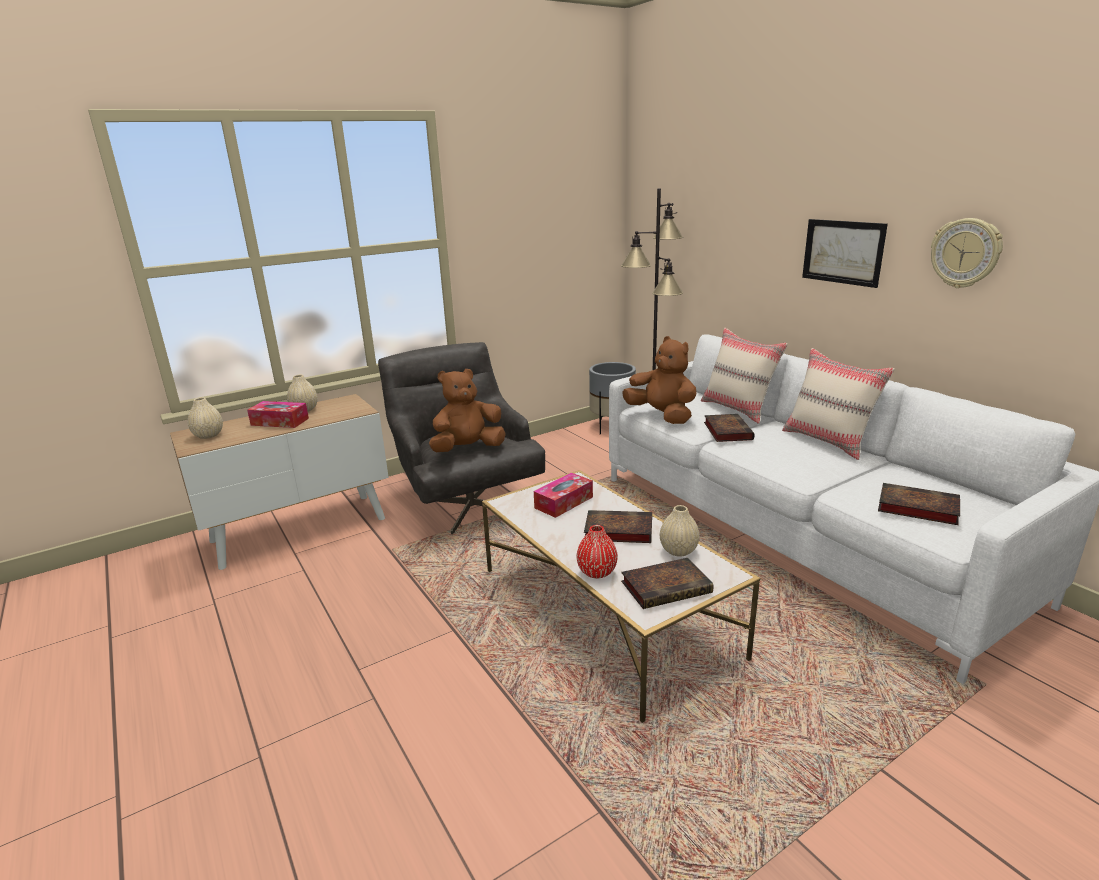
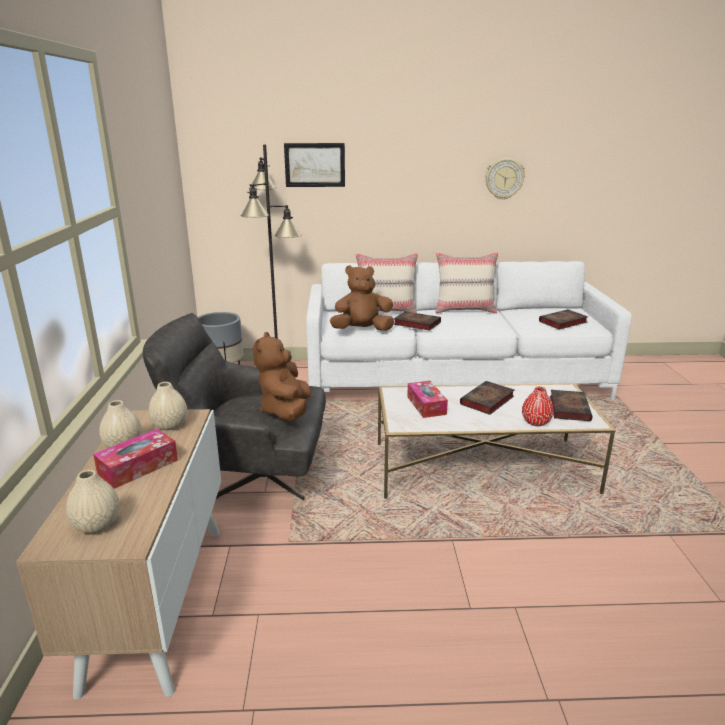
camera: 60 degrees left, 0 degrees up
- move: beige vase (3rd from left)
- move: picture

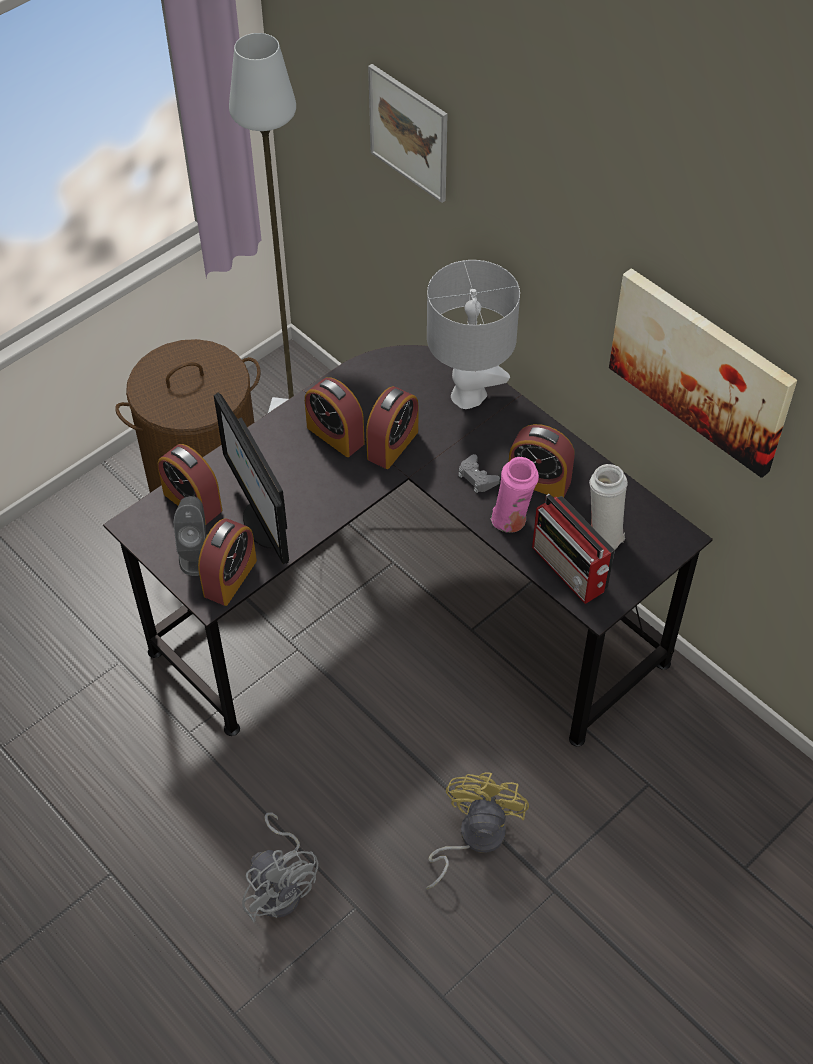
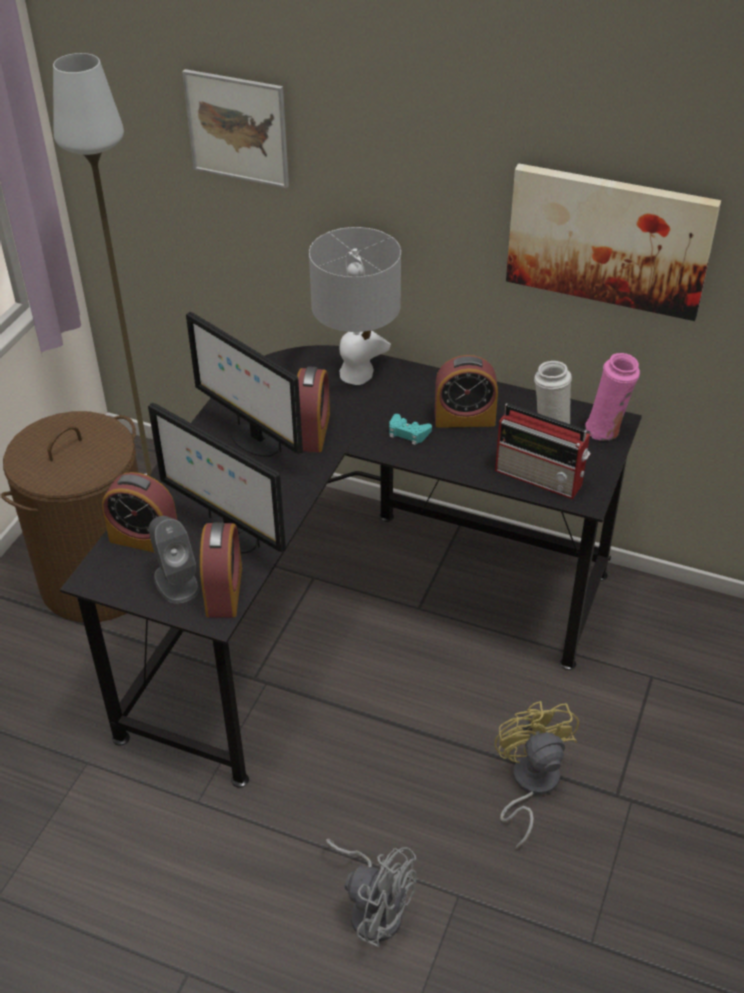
camera: 25 degrees left, 10 degrees down
- replace: alarm clock (3rd from left) to monitor (2nd from left)
- recolor: grey game controller to turquoise game controller
- move: pink vase

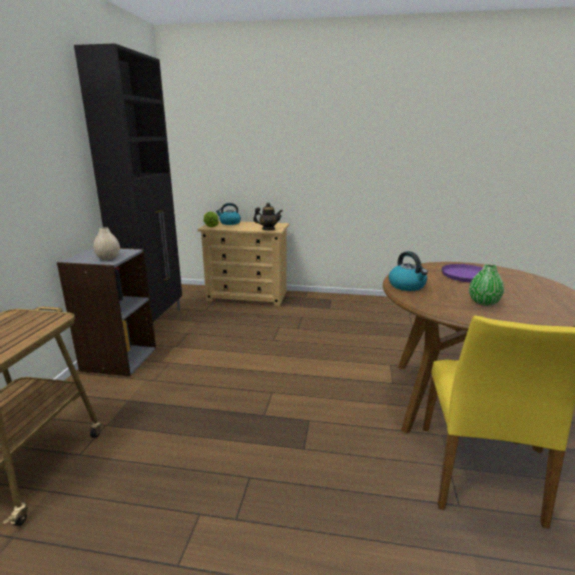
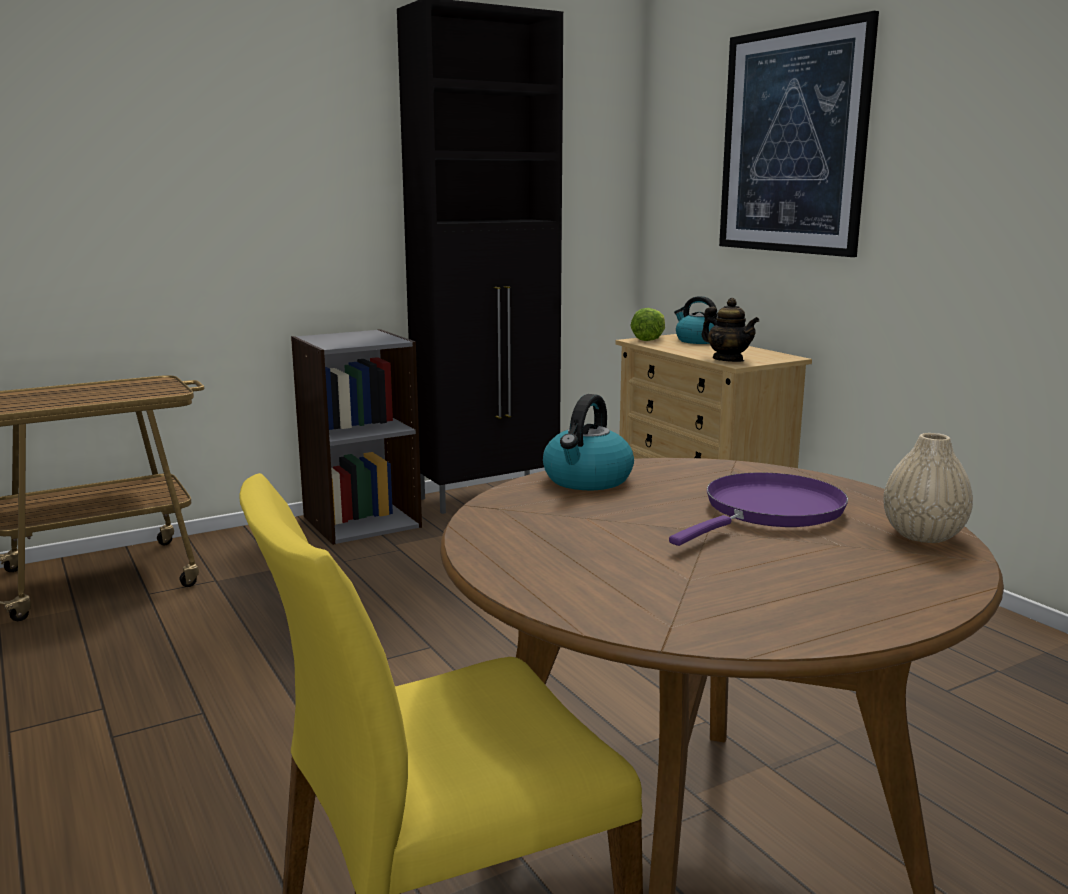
camera: 50 degrees right, 5 degrees down
- move: beige vase
- delete: green vase
- insert: picture

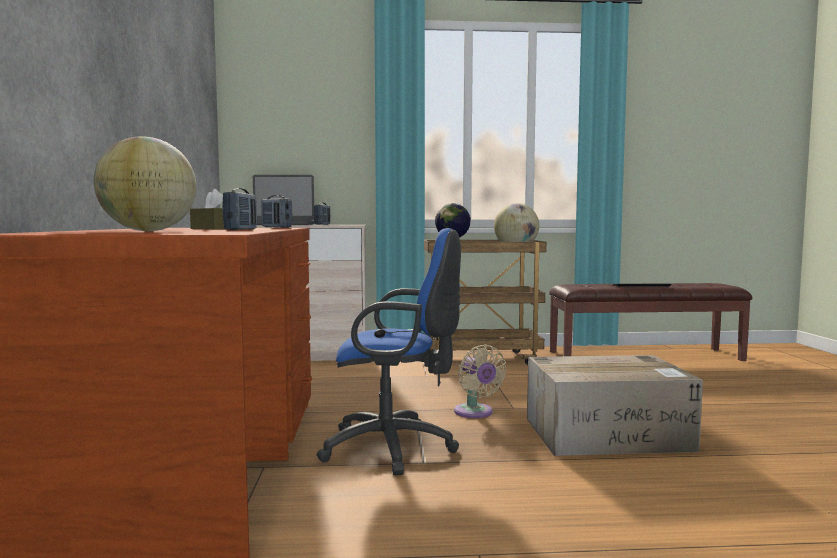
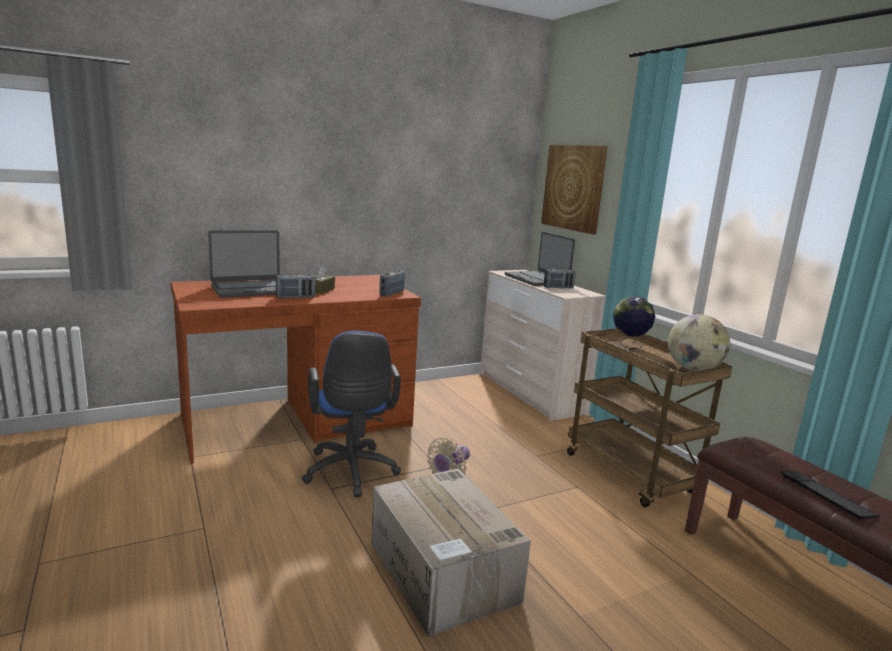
camera: 65 degrees right, 10 degrees up
- replace: globe (1st from left) to laptop (1st from left)
- insert: picture

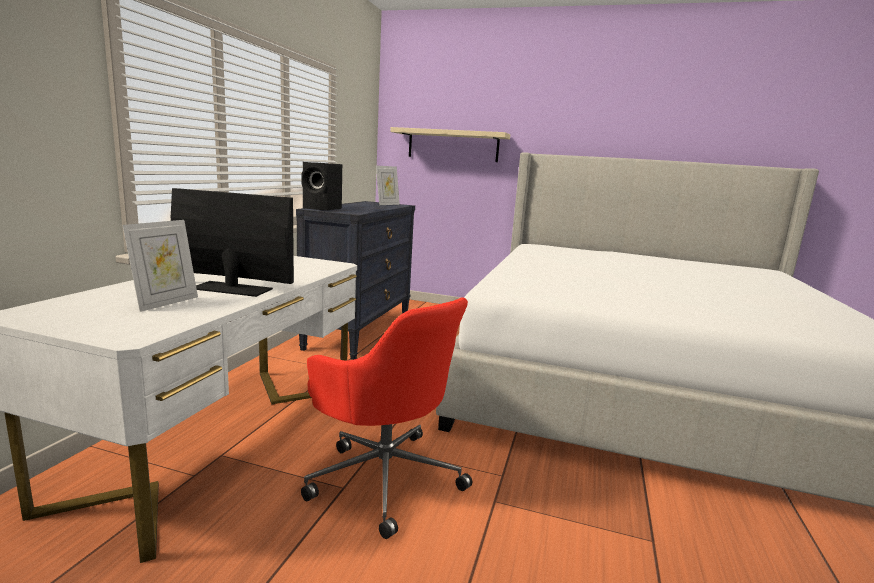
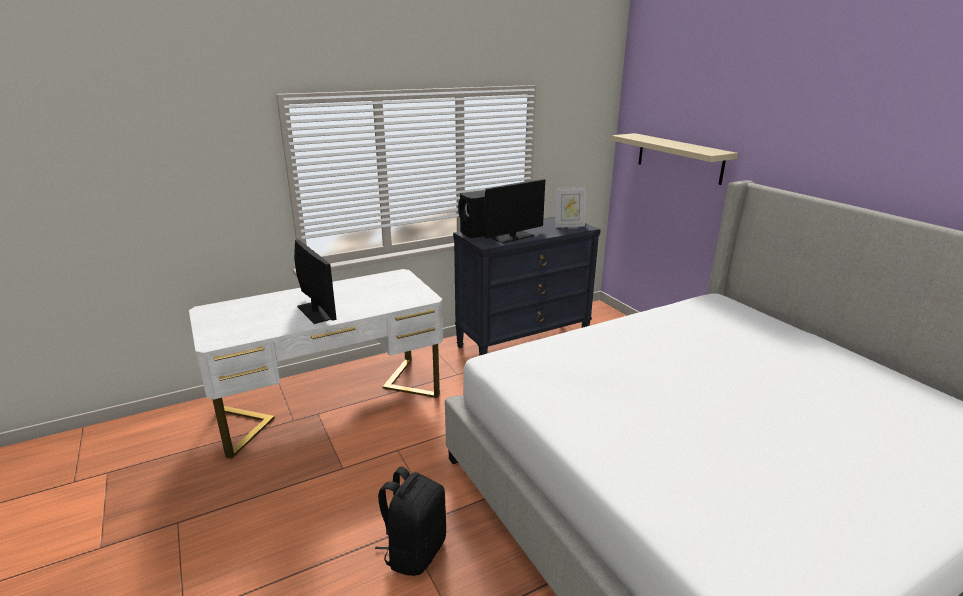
camera: 45 degrees right, 10 degrees up
- delete: picture frame (1st from left)
- delete: red office chair
- insert: black backpack
- insert: monitor (2nd from left)

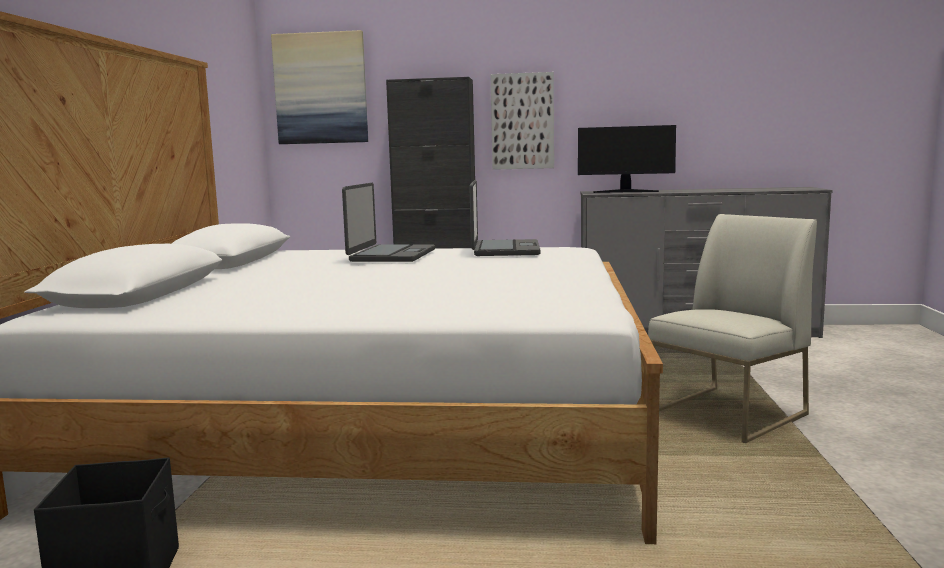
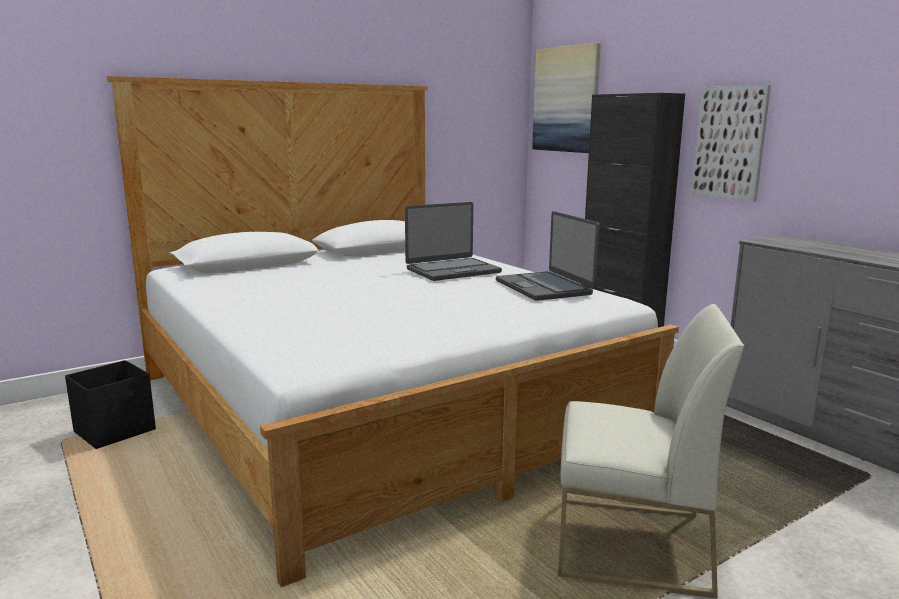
camera: 50 degrees right, 5 degrees up
- rotate: laptop (2nd from left) 105 degrees clockwise
- delete: monitor

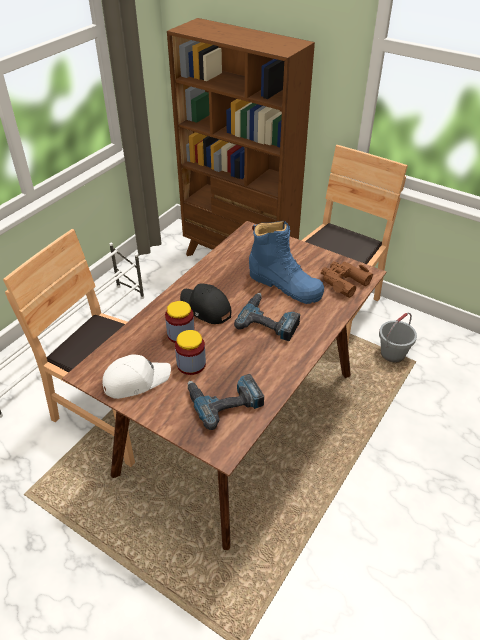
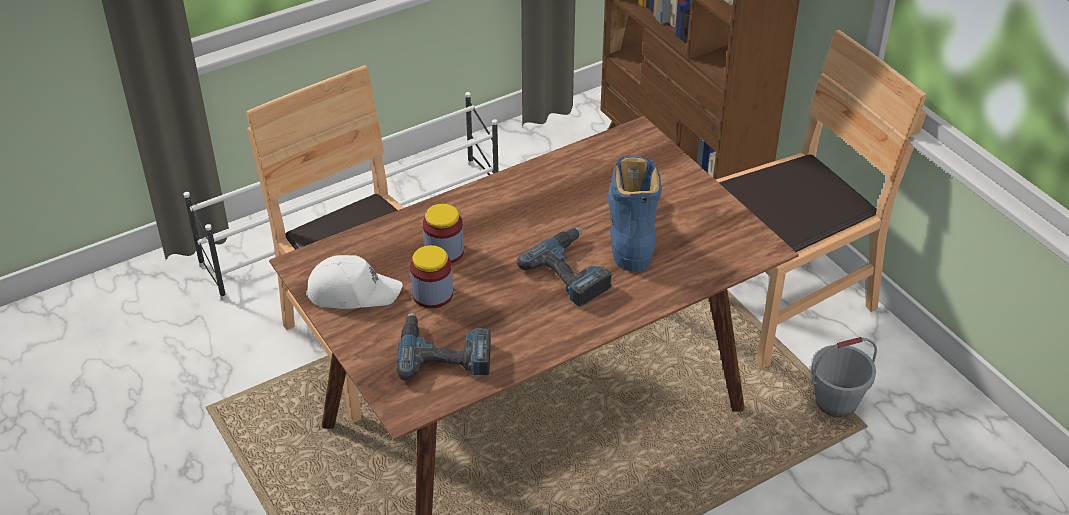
camera: 25 degrees right, 0 degrees up
- delete: black cap
- rotate: blue boot 150 degrees counterclockwise
- delete: brown binoculars

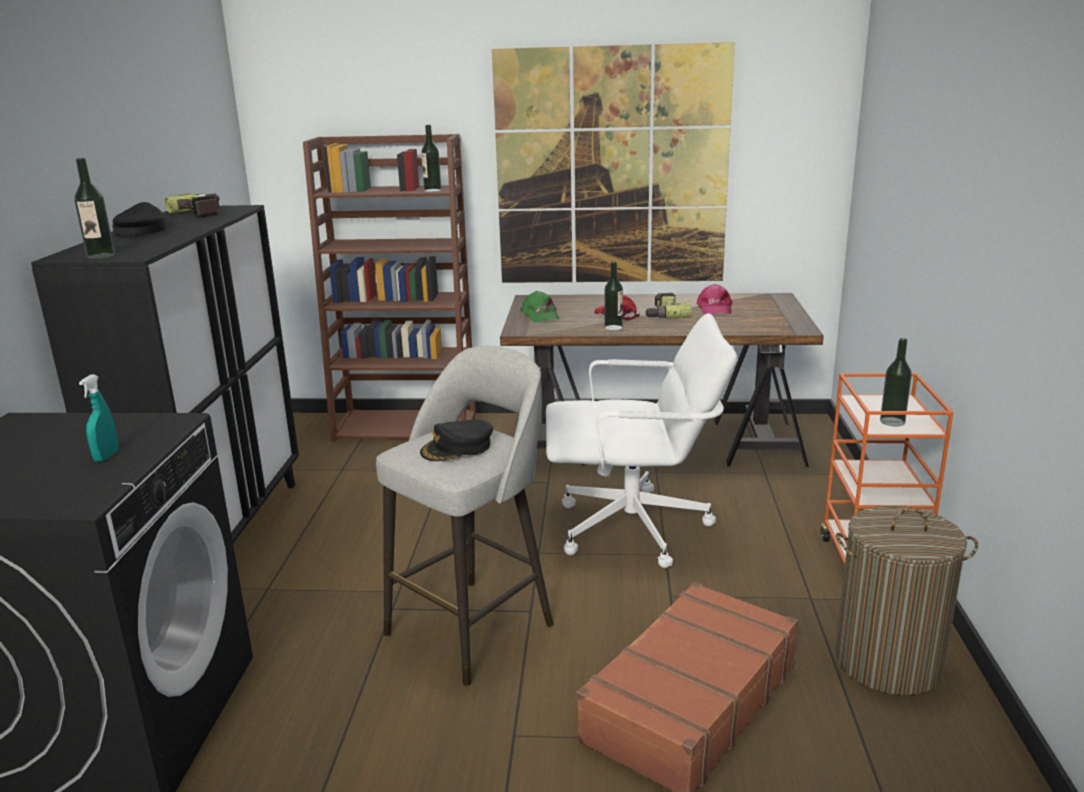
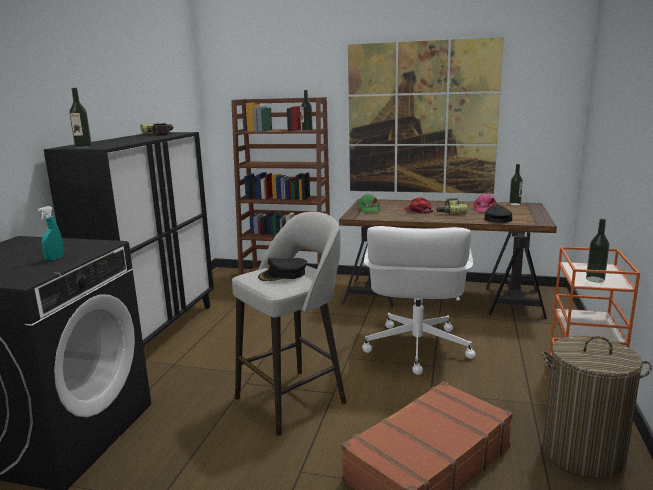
camera: 10 degrees right, 5 degrees down
- move: black cap (1st from left in the first image) to black cap (2nd from left)
- rotate: white office chair 90 degrees clockwise
- move: bottle (3rd from left)

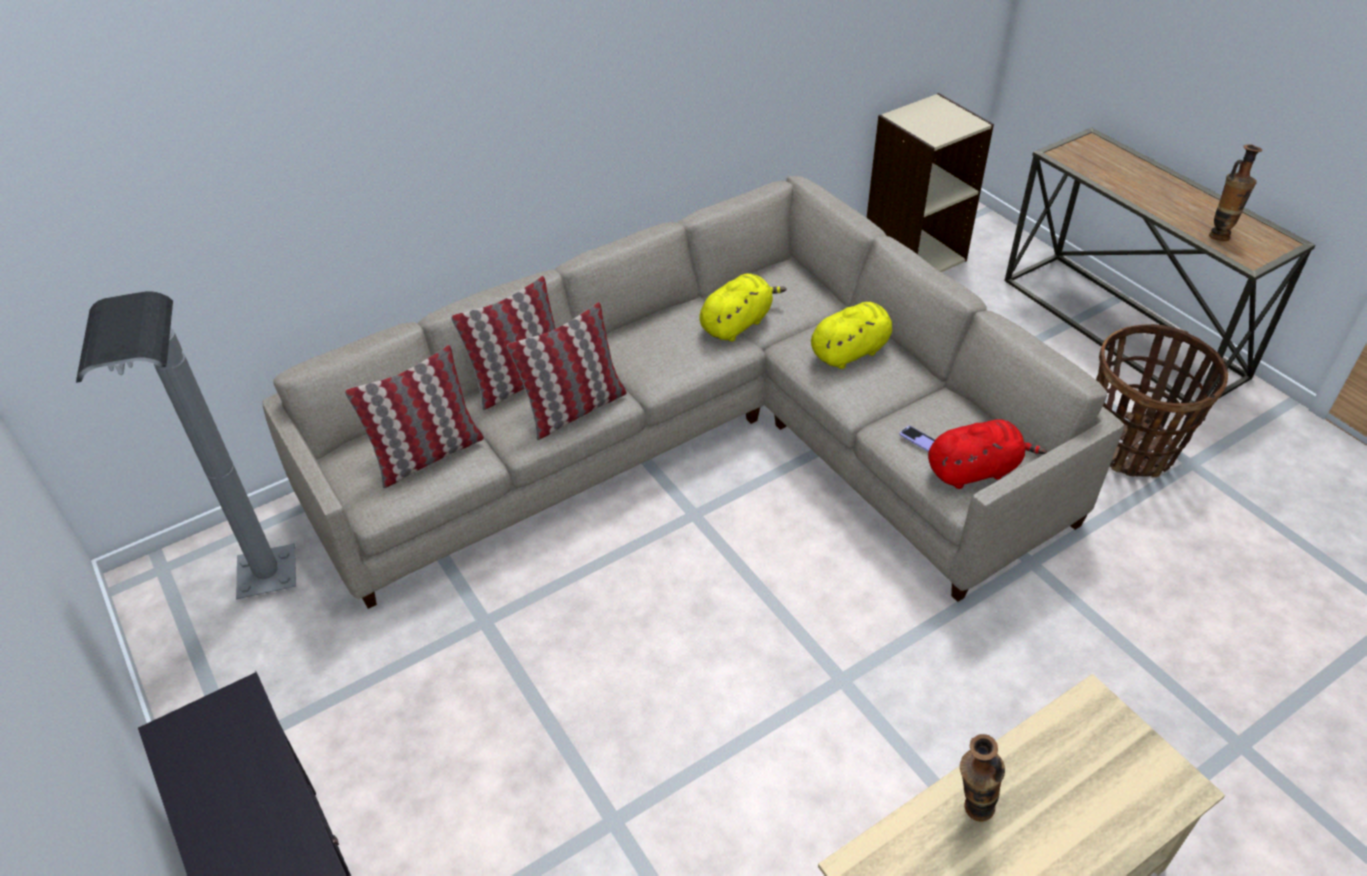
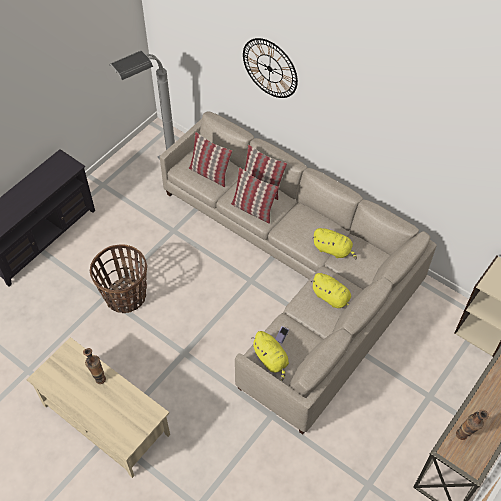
camera: 70 degrees right, 10 degrees up
- recolor: red plush toy to yellow plush toy (1st from left)
- move: basket
- insert: wall clock

